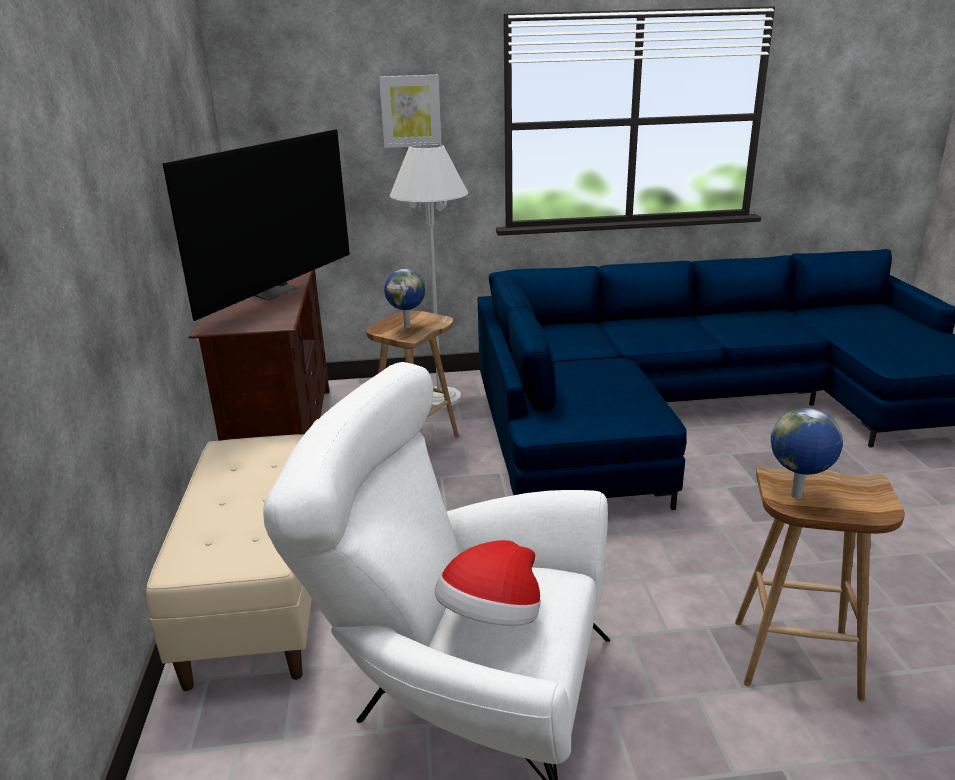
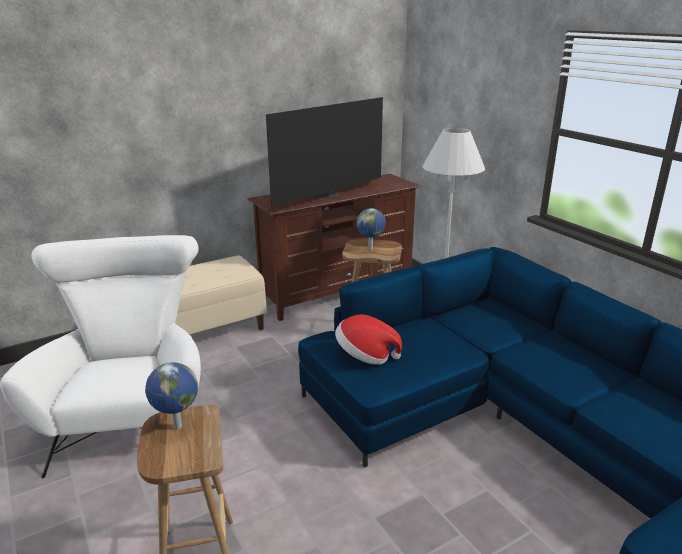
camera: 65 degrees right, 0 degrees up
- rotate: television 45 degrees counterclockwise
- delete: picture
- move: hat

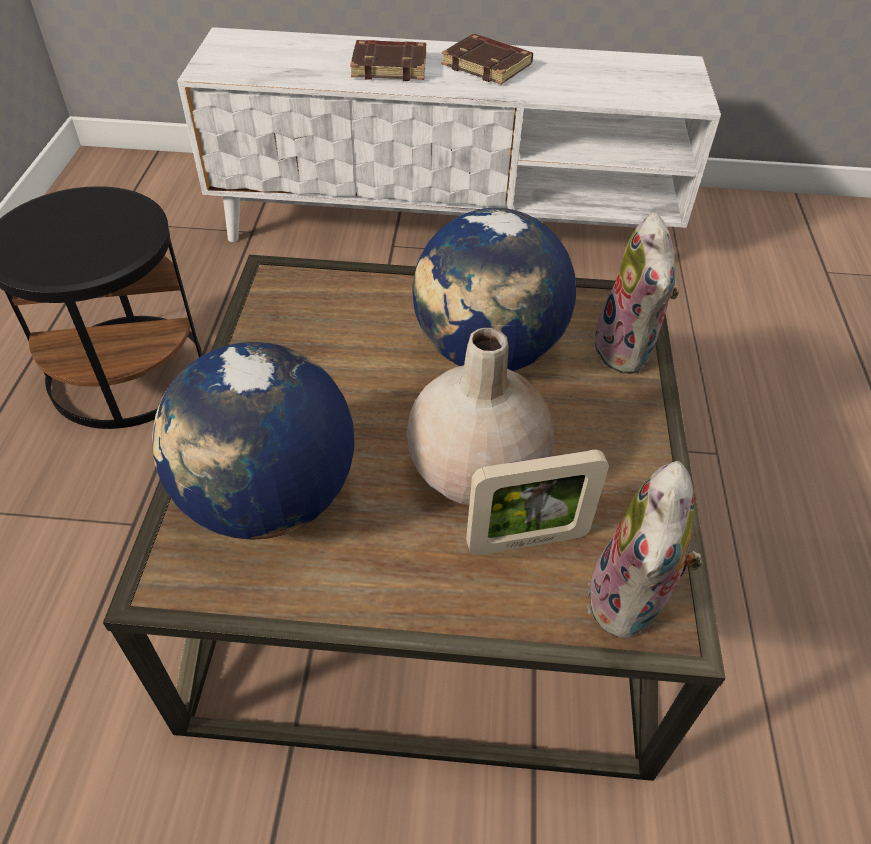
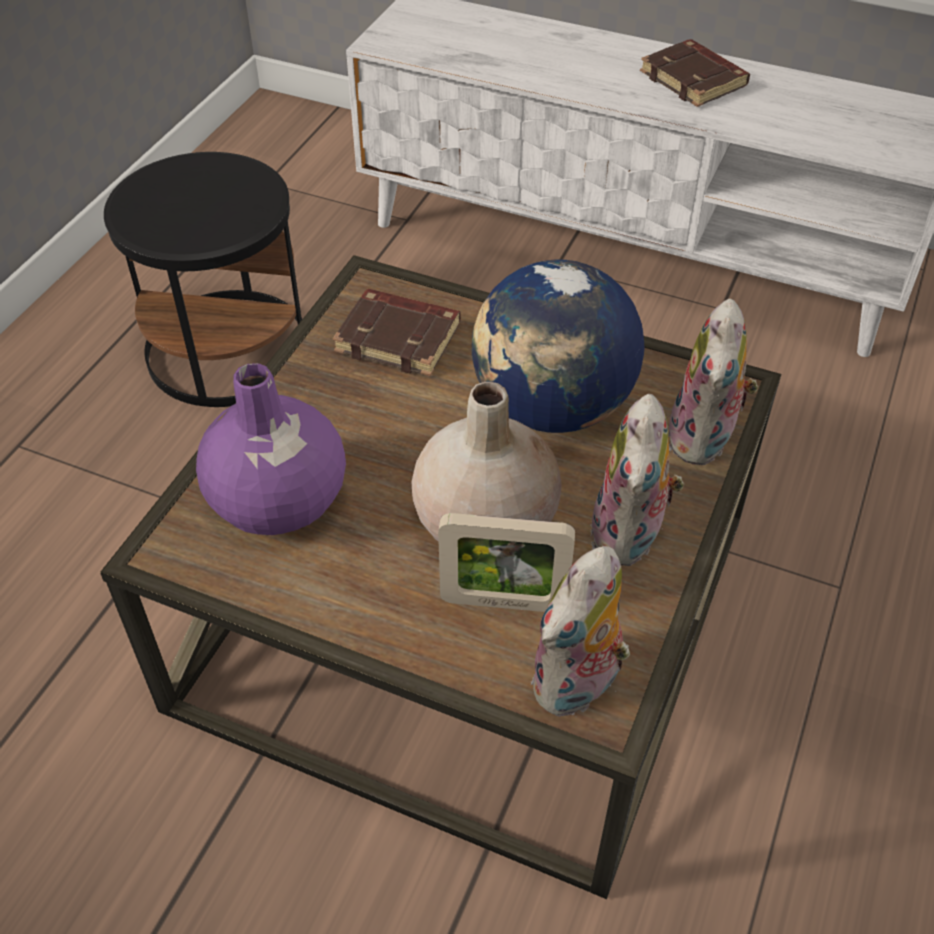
camera: 20 degrees right, 0 degrees up
- replace: globe (1st from left) to purple vase
- move: brown book (1st from left)
- insert: plush toy (2nd from left)

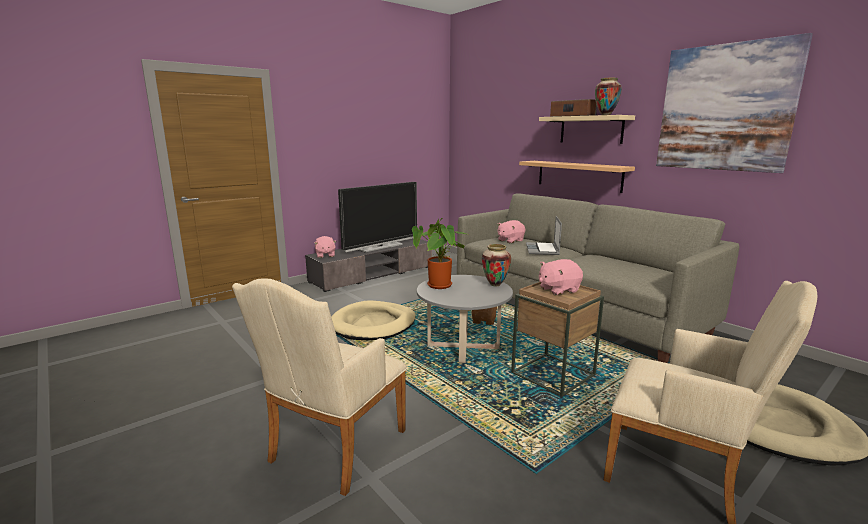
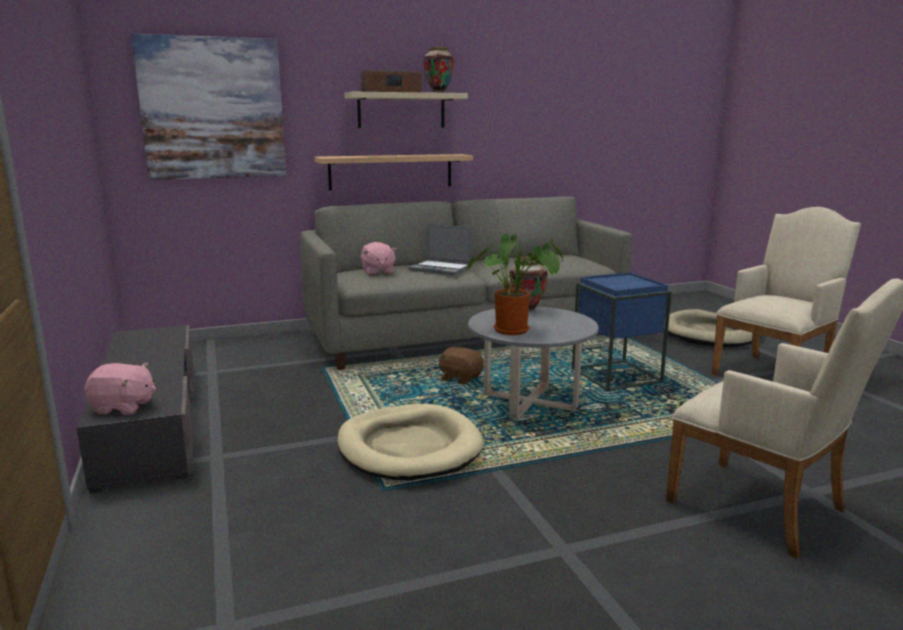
camera: 70 degrees left, 0 degrees up
- delete: television
- recolor: brown side table to blue side table
- delete: pink plush toy (3rd from left)
- move: picture

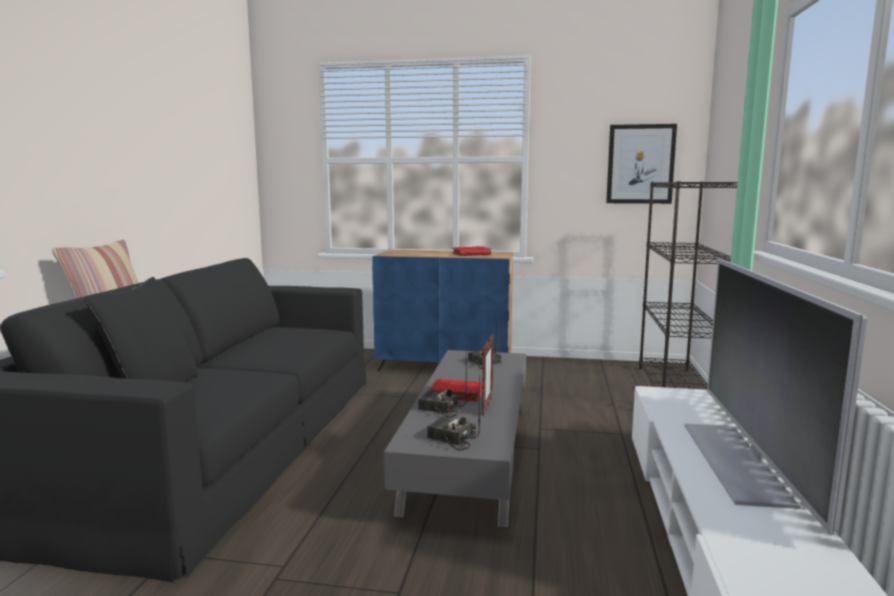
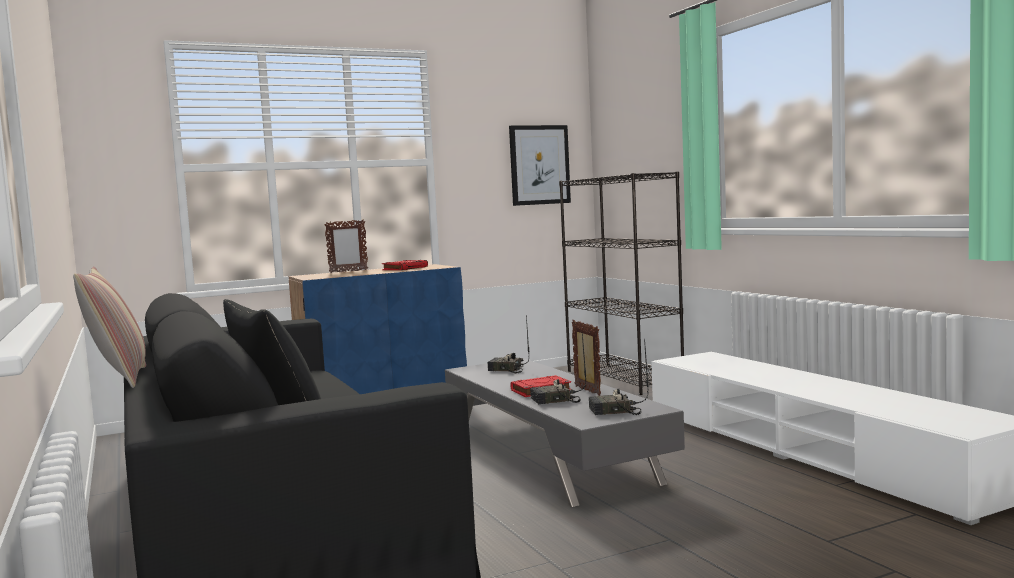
camera: 35 degrees left, 5 degrees down
- delete: television
- insert: picture frame (1st from left)

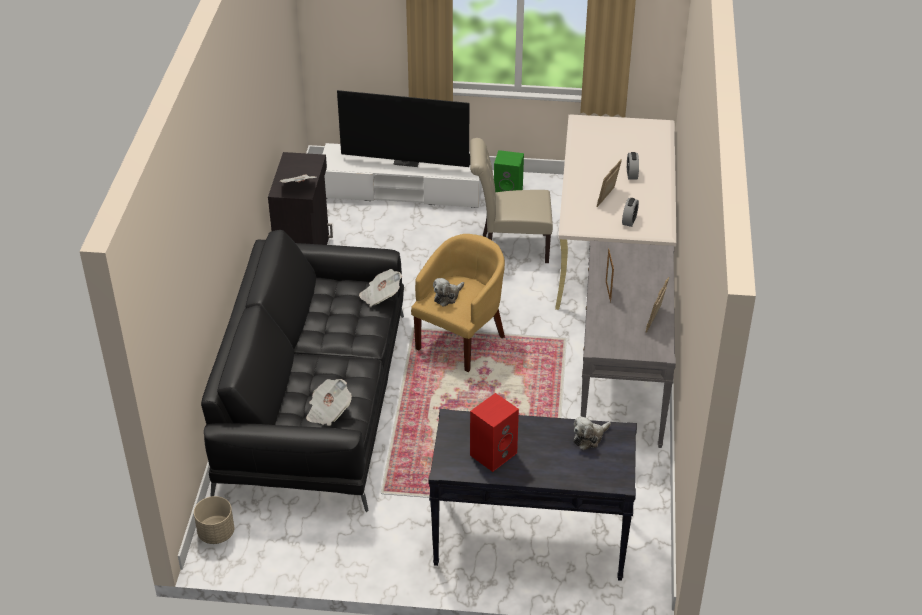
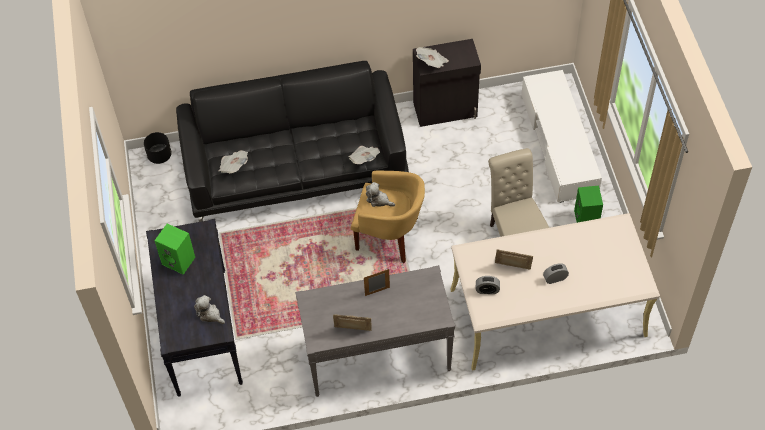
camera: 75 degrees right, 15 degrees up
- recolor: beige planter to black planter
- delete: television
- recolor: red speaker to green speaker (1st from left)

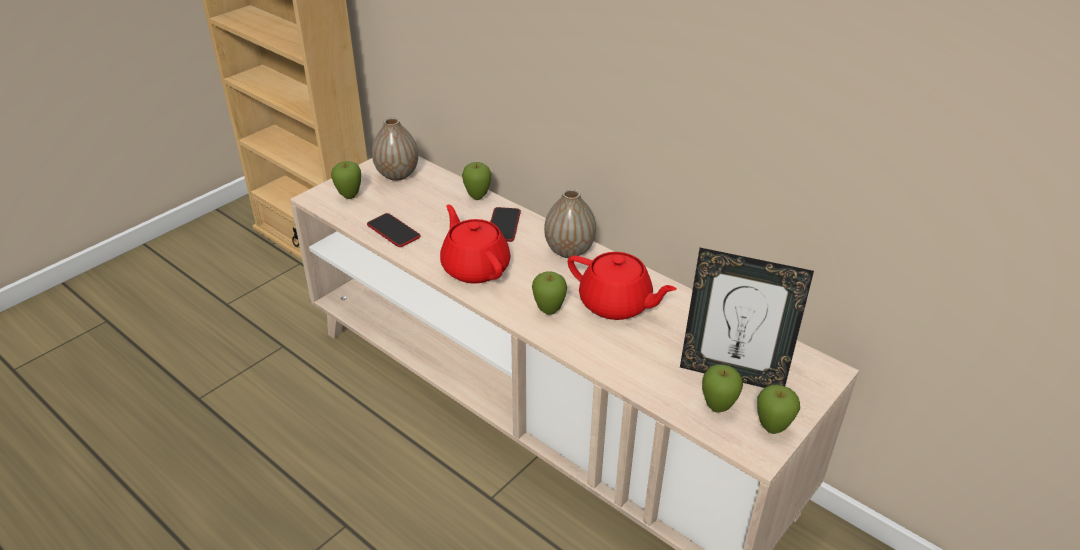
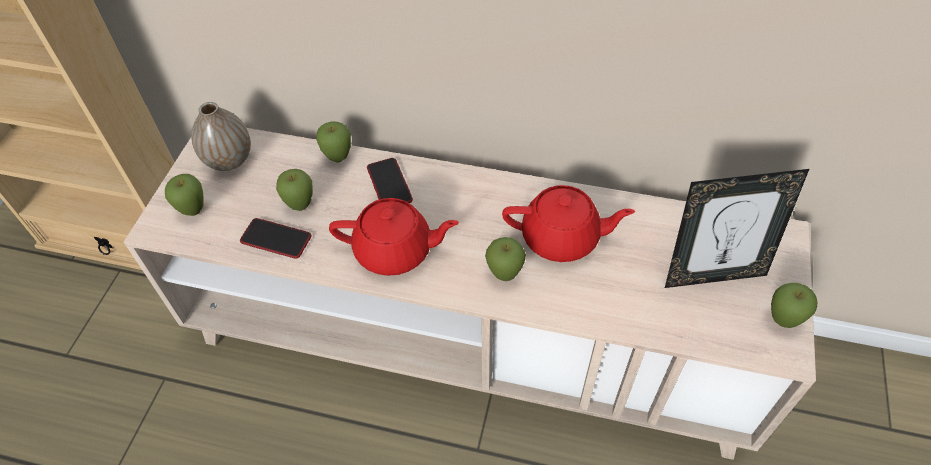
camera: 25 degrees left, 15 degrees up
- rotate: red teapot (1st from left) 150 degrees clockwise
- delete: vase (2nd from left)
- move: apple (4th from left in the first image) to apple (2nd from left)

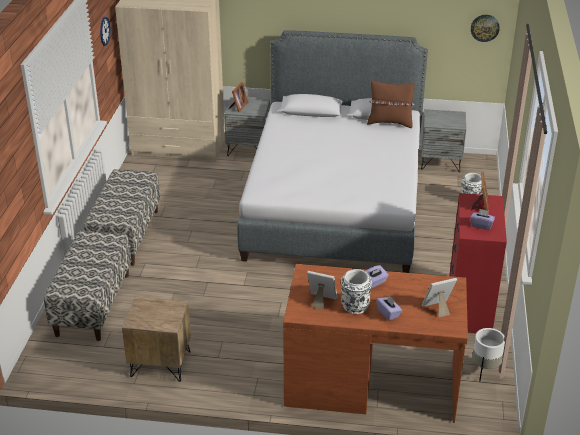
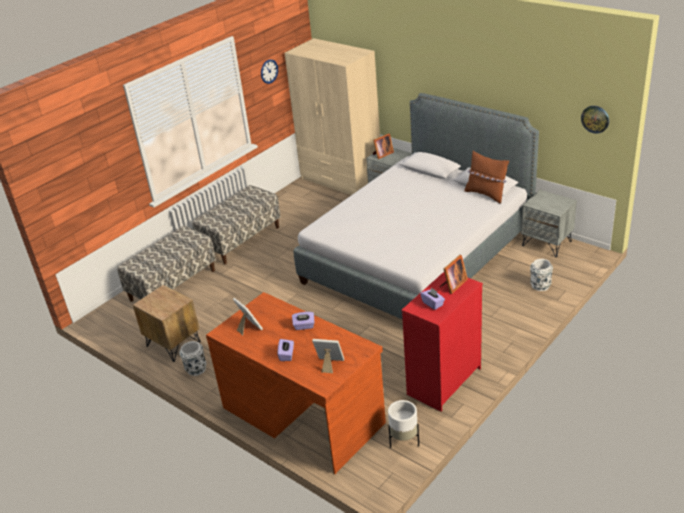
camera: 35 degrees right, 0 degrees up
- move: white vase (1st from left)

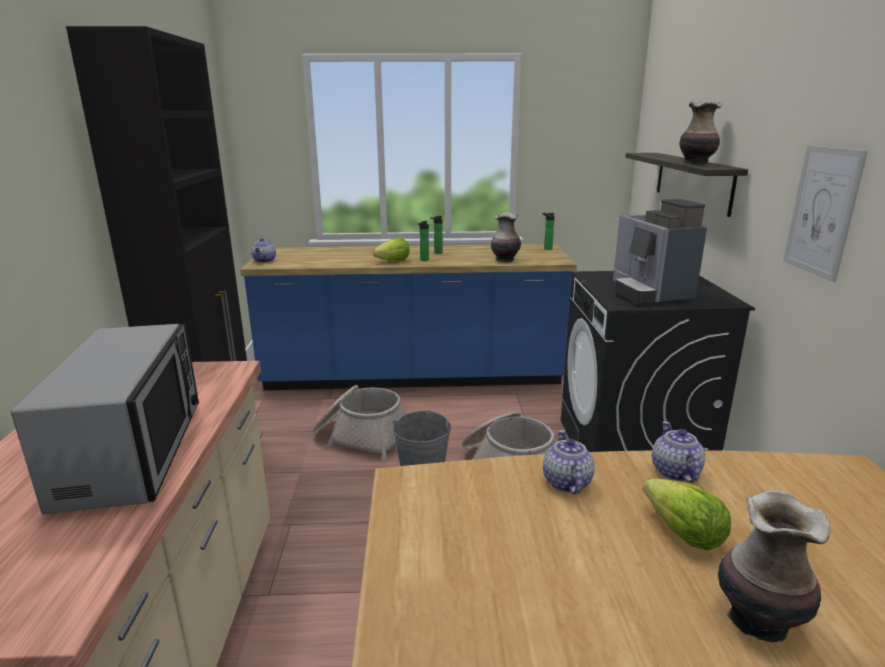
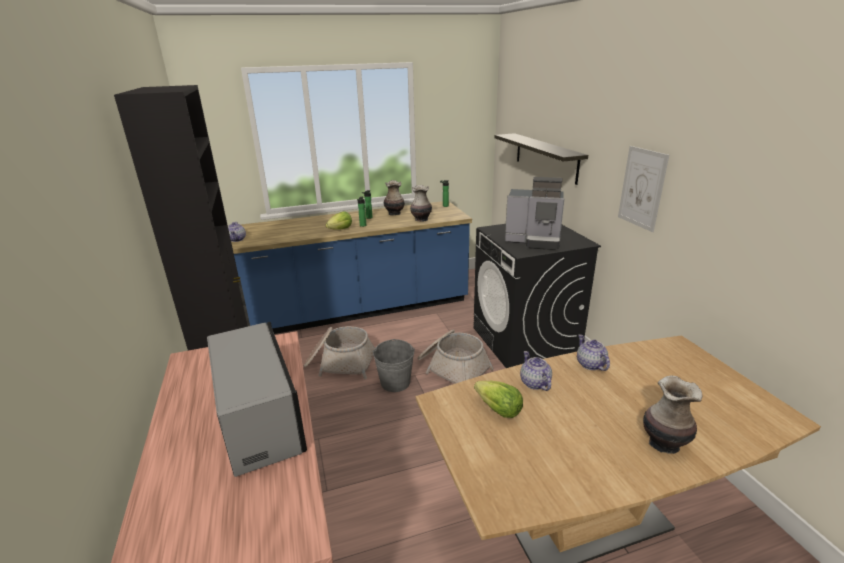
camera: 15 degrees left, 5 degrees up
- rotate: coffee machine 45 degrees counterclockwise
- move: lettuce (2nd from left)
- move: vase (2nd from left in the first image) to vase (1st from left)

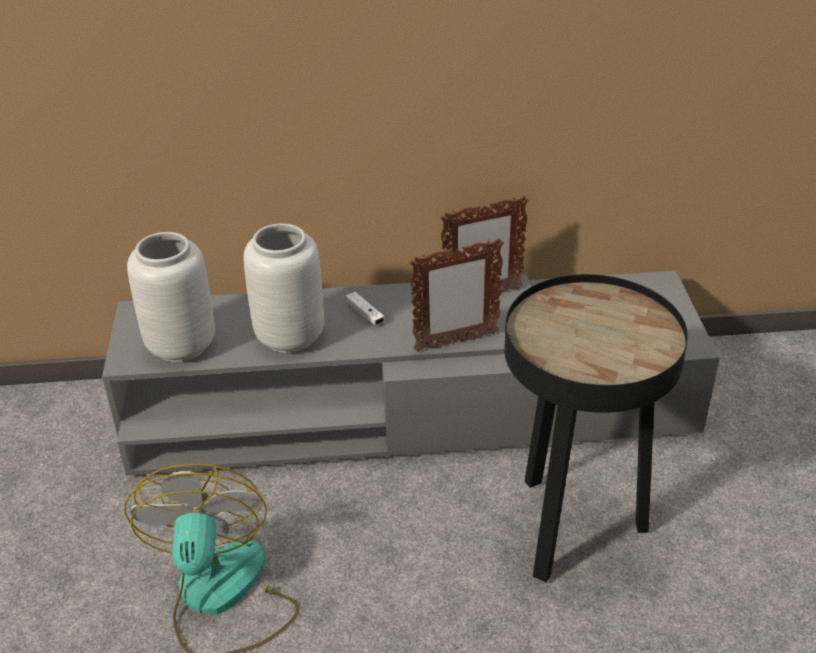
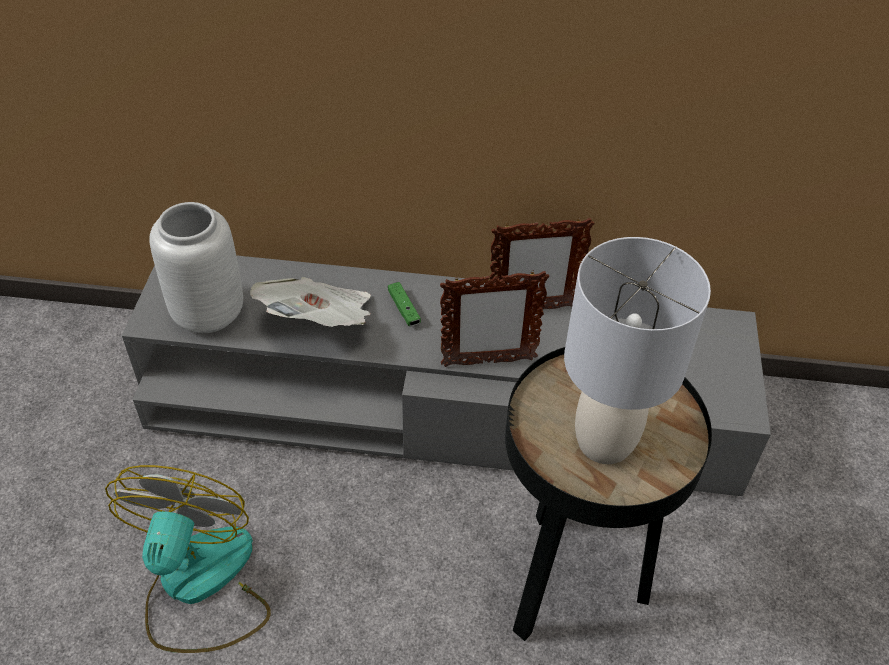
camera: 10 degrees right, 10 degrees up
- replace: grey vase (2nd from left) to newspaper
- recolor: white game controller to green game controller
- insert: grey table lamp

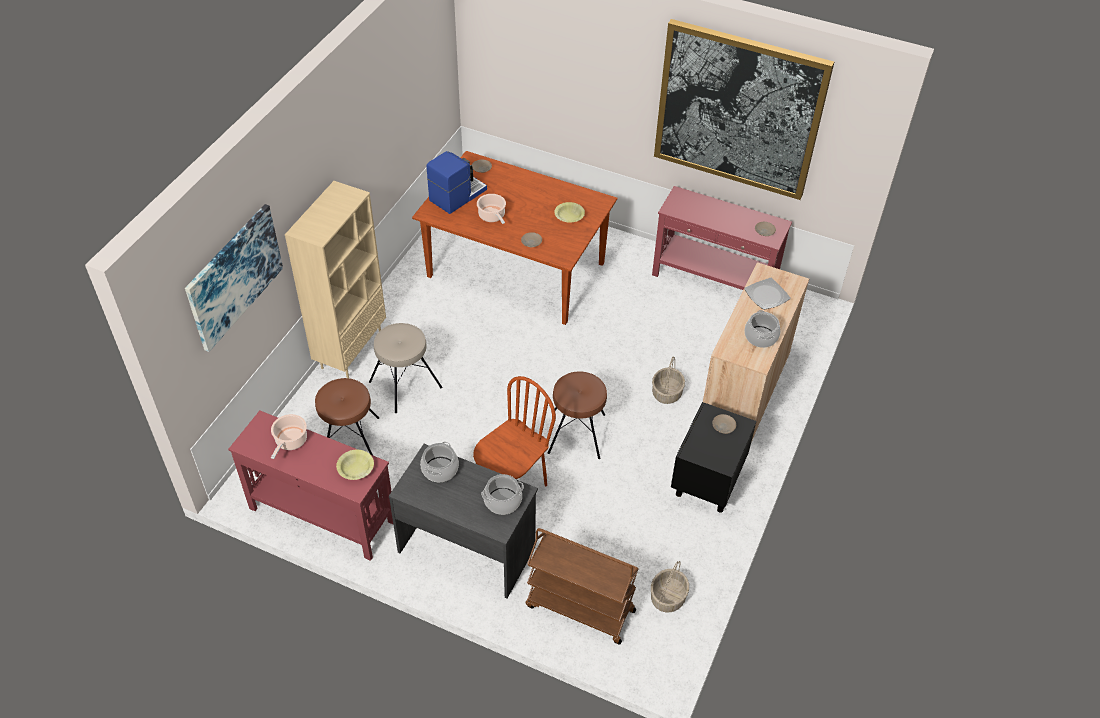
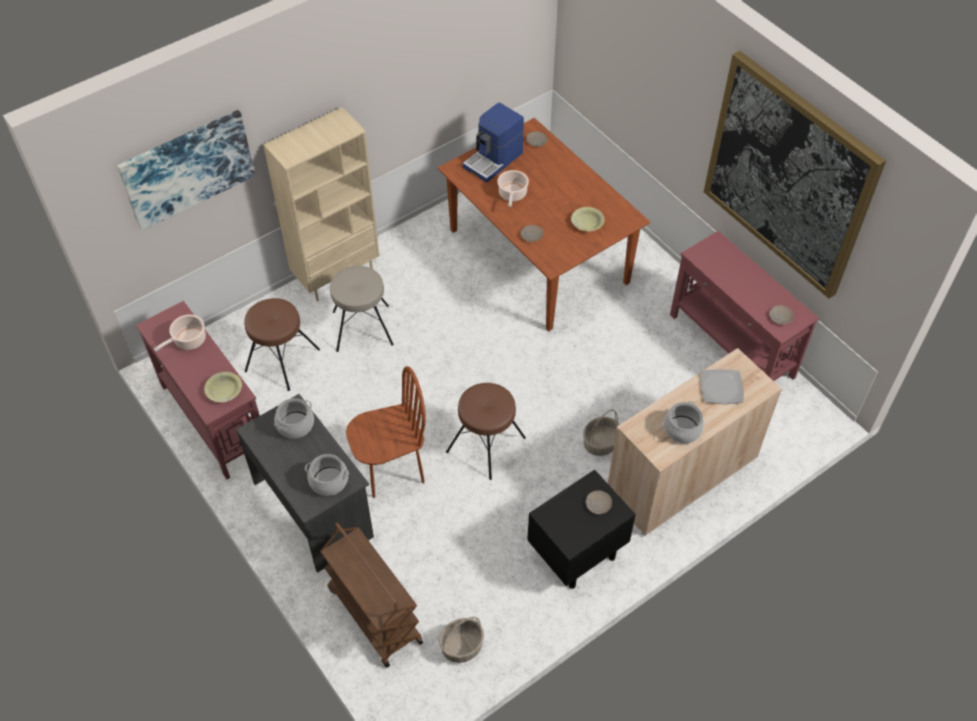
camera: 30 degrees right, 5 degrees up
- rotate: coffee machine 150 degrees clockwise

